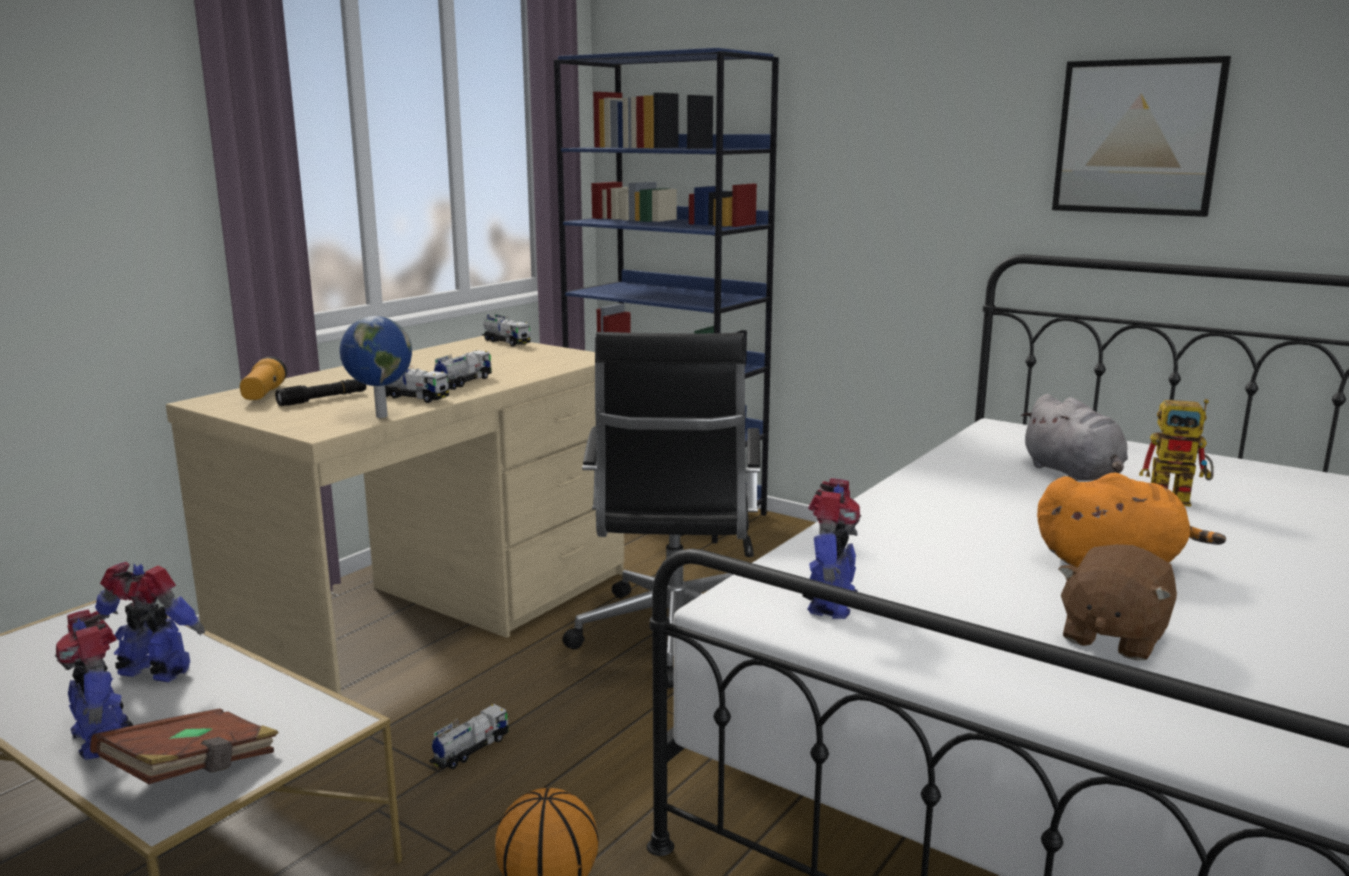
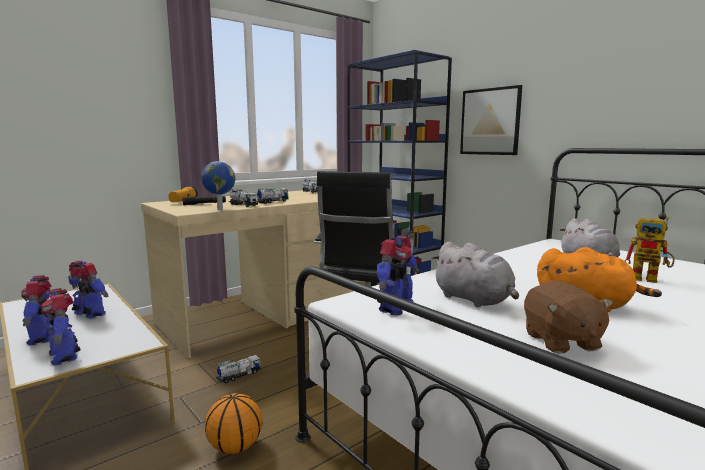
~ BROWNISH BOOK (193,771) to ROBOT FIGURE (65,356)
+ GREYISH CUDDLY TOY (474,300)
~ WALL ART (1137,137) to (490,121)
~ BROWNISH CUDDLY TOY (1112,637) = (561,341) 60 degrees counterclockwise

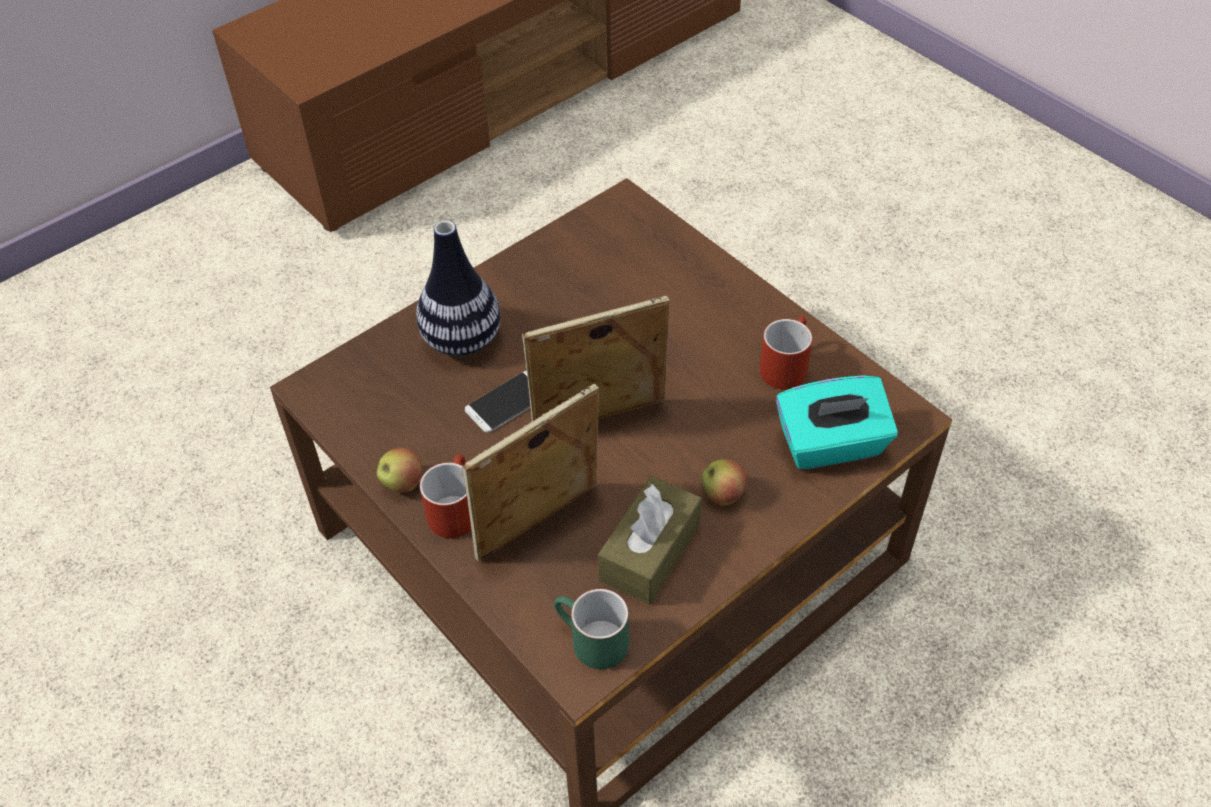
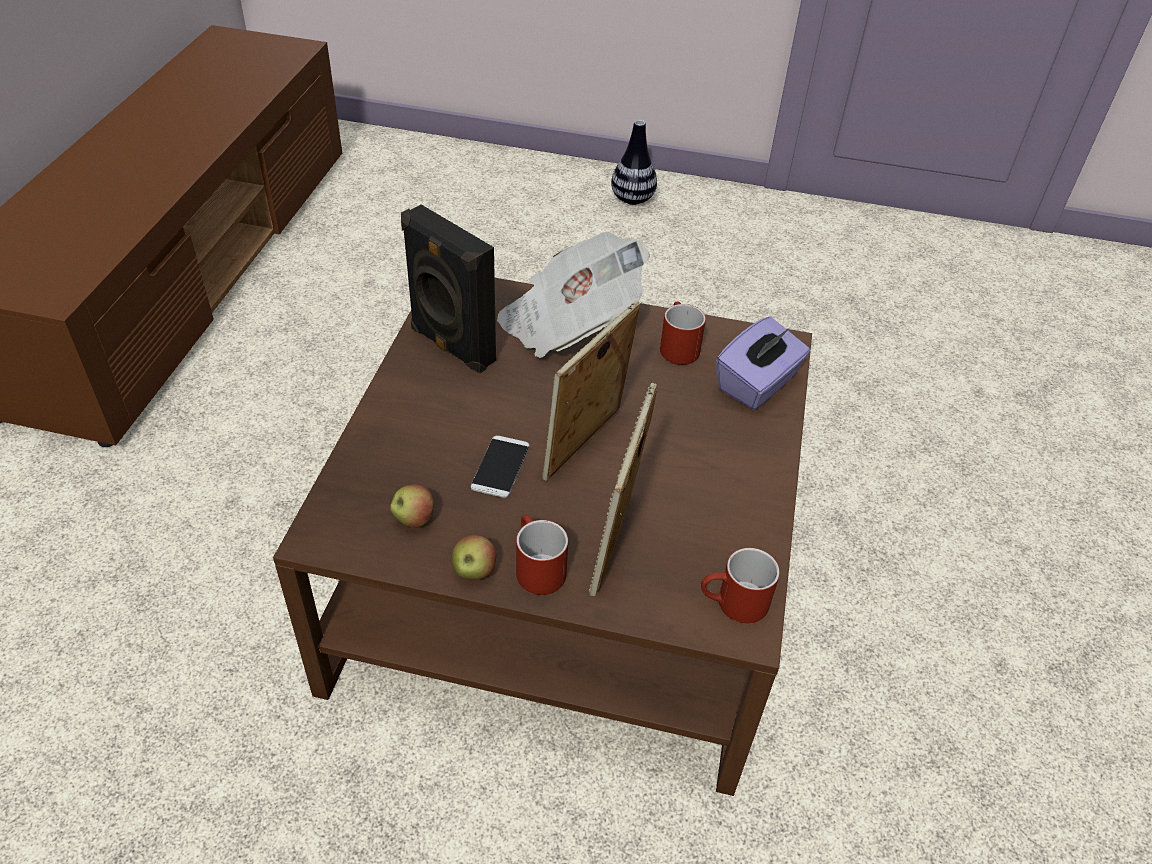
~ APPLE FRUIT (722,495) to (414,519)
+ BLACK AUDIO SPEAKER (450,346)
+ DAILY PAPER (569,323)
~ FLOWER VASE (462,340) to (632,199)
~ GREEN-COLOURED MUG (589,641) to REDDISH MUG (733,605)
~ TURQUOISE-COLOURED TISSUE BOX (831,445) to PURPLISH TISSUE BOX (757,384)
- BROWNISH TISSUE BOX (650,552)

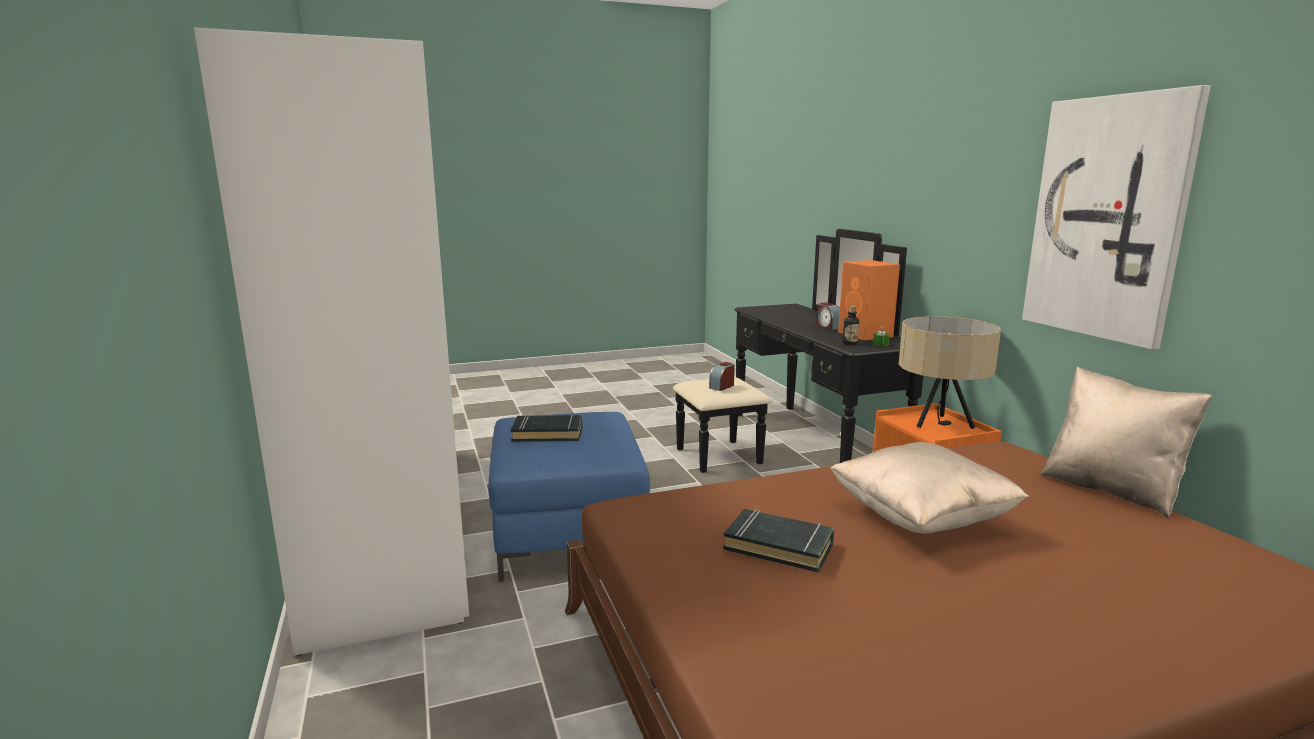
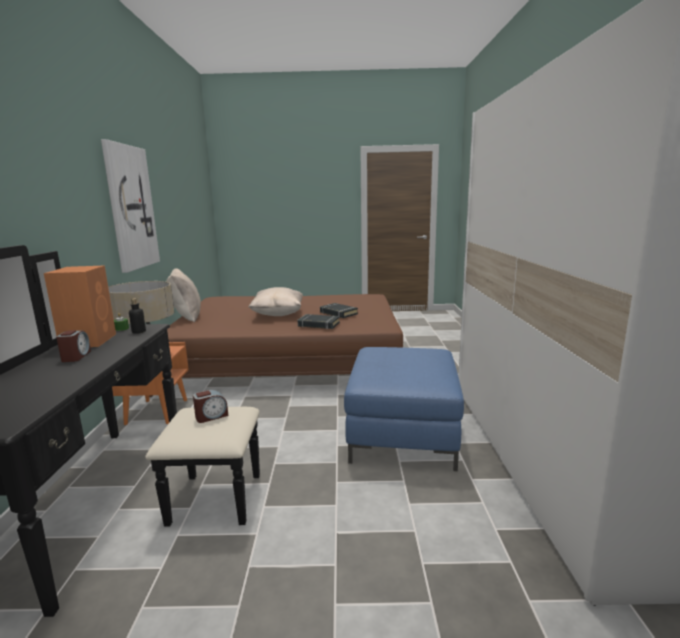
~ BLACK BOOK (548,433) to (318,325)

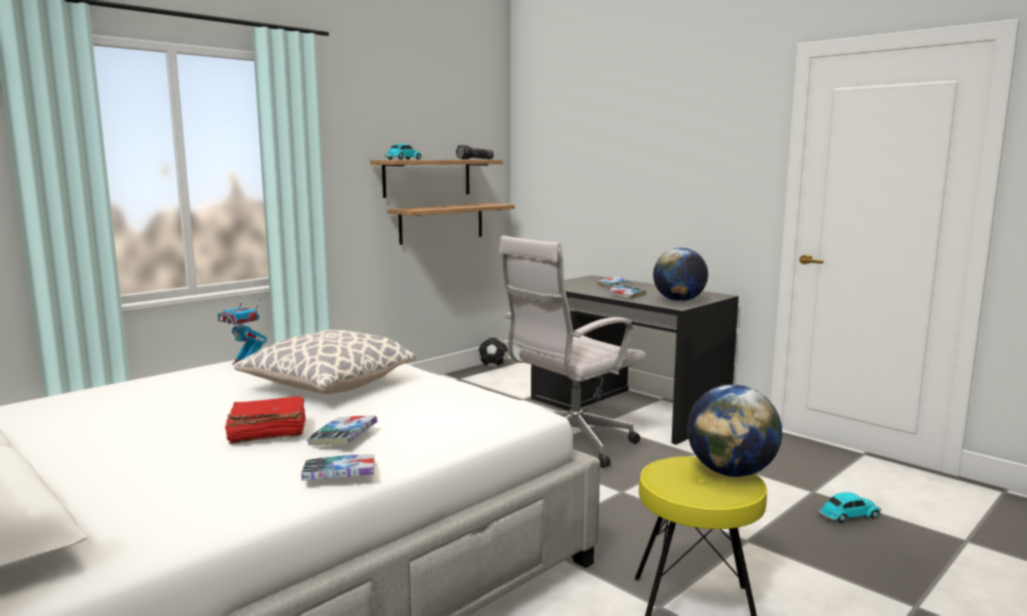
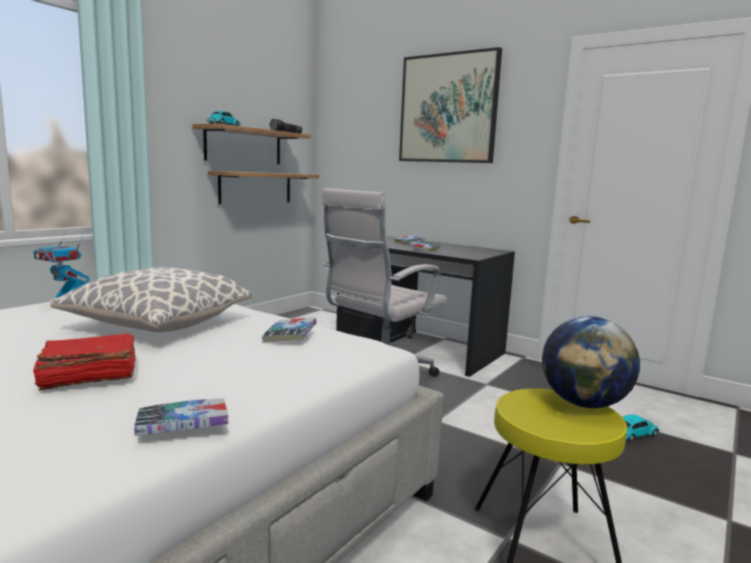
~ BOOK (343,437) to (290,336)
+ WALL ART (448,109)
- BALL FOR FOOTBALL (493,366)
- DESK GLOBE (679,301)

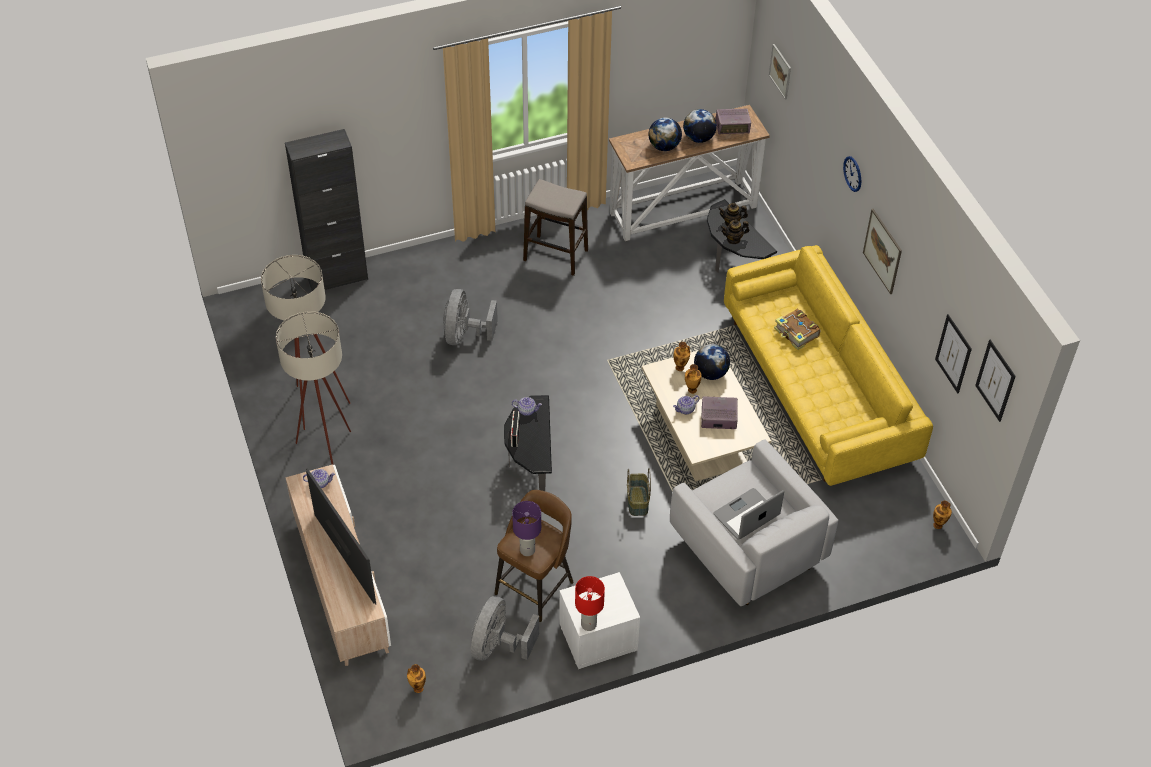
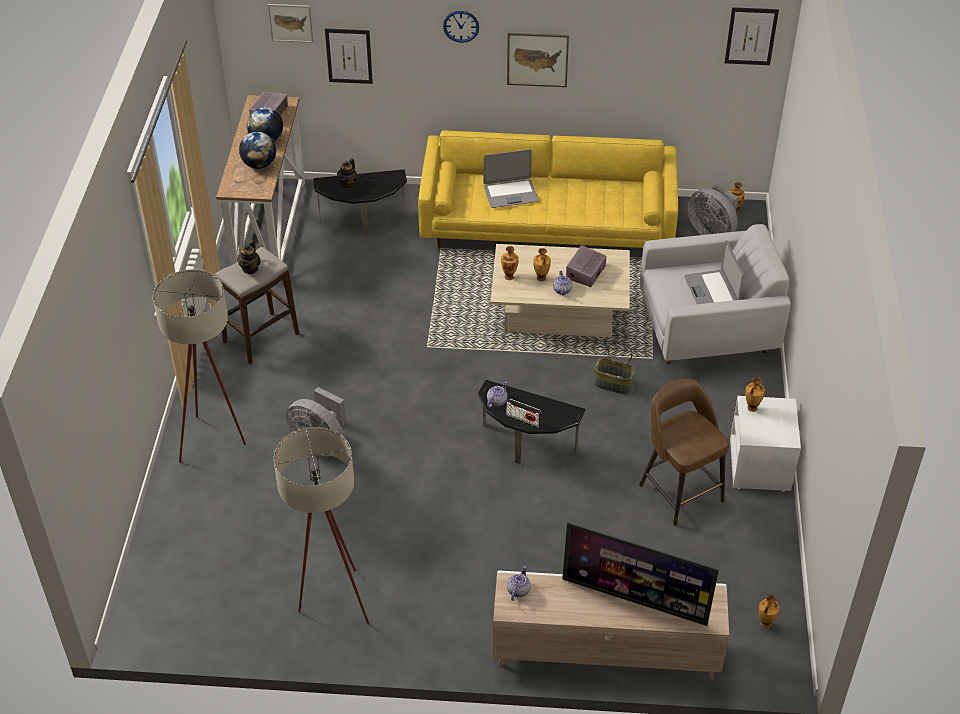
~ BEIGE-COLOURED STANDING LAMP (328,456) to (215,442)
~ TEA POT (733,239) to (250,268)
~ WALL ART (953,353) to (349,56)
~ BOOK (796,333) to PORTABLE COMPUTER (510,193)
~ TV (342,559) = (635,600) 150 degrees counterclockwise
~ GREYISH COOLING FAN (498,646) to (712,232)
+ FLOWER VASE (751,408)
- BLACK CABINET (337,277)
- PURPLISH TABLE LAMP (528,550)
- REDDISH TABLE LAMP (588,624)
- DESK GLOBE (710,373)

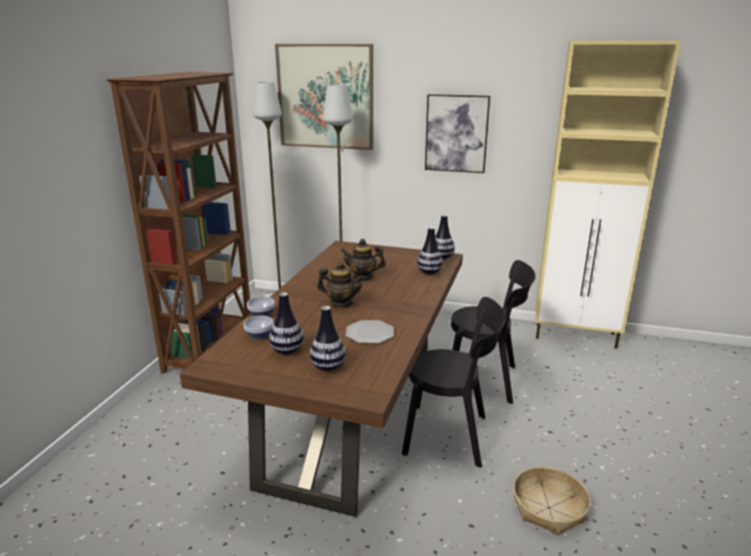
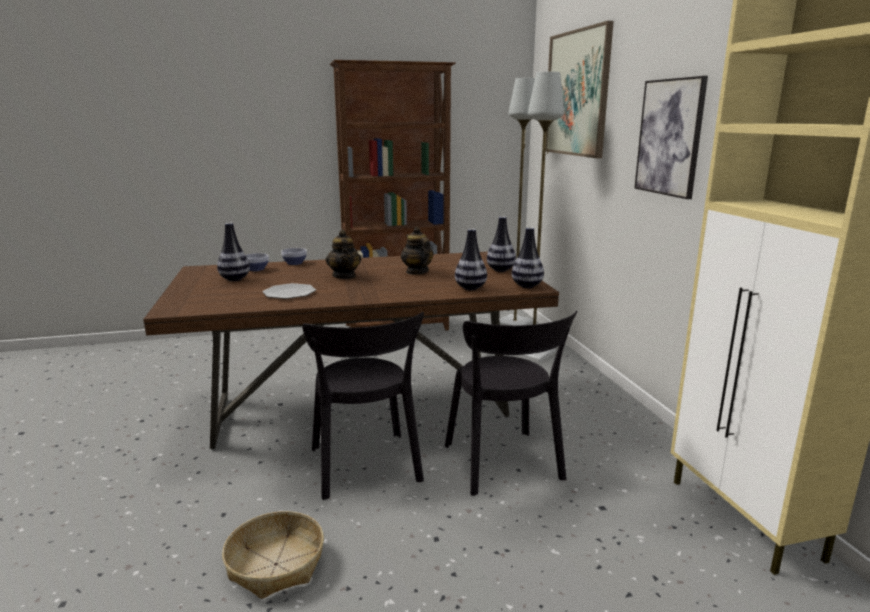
~ FLOWER VASE (328,367) to (500,270)

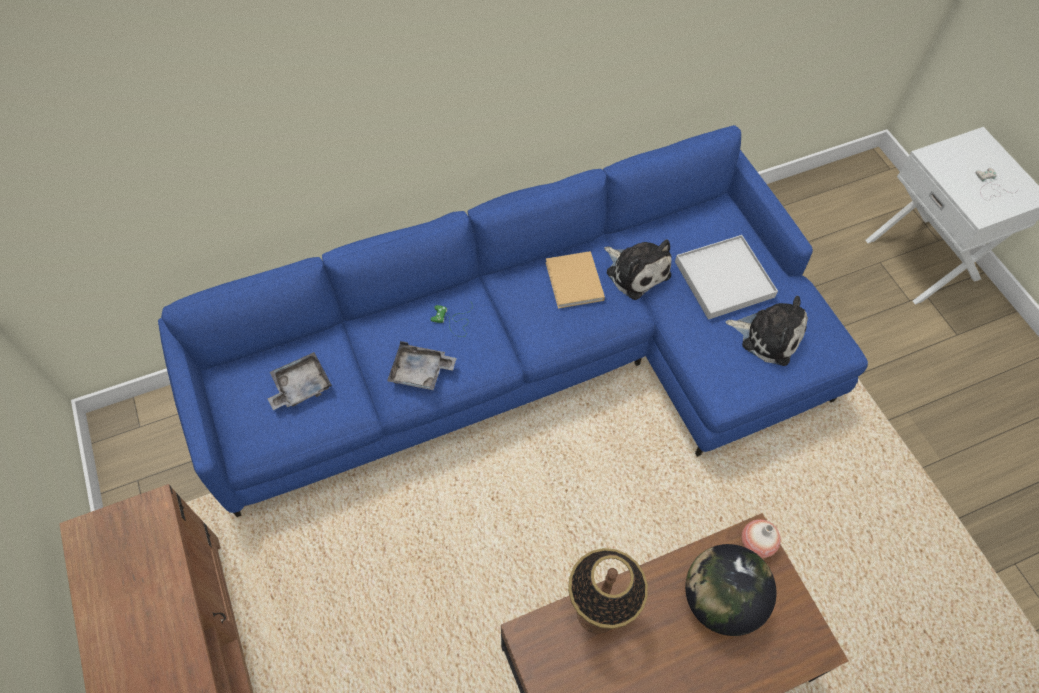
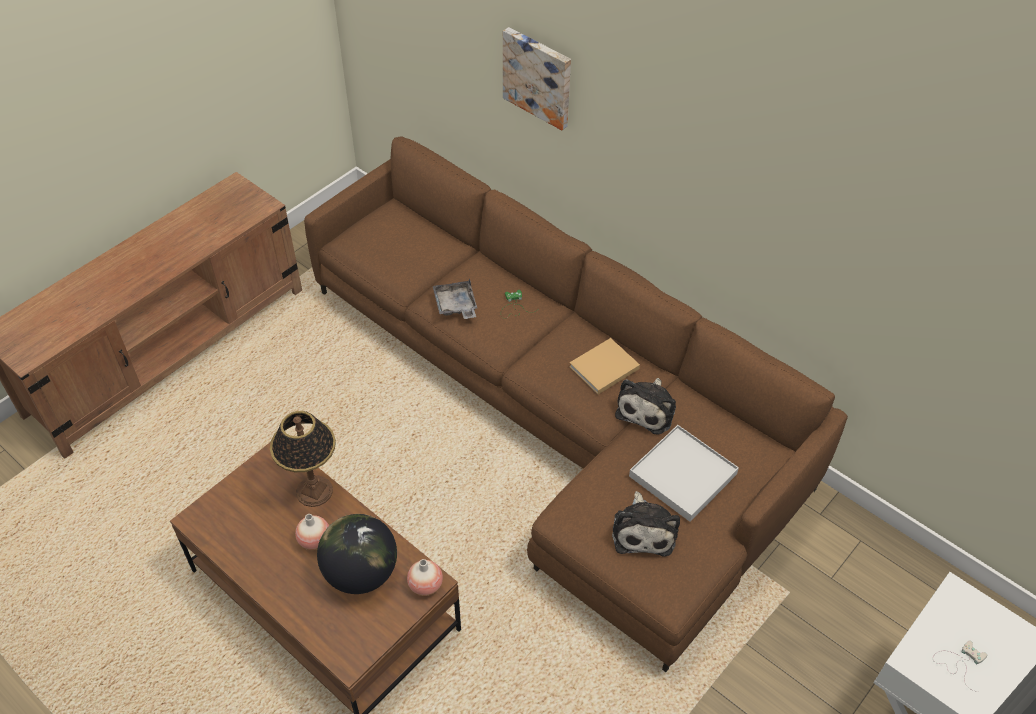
+ FLOWER VASE (314,540)
~ BLUISH SOFA (536,359) to BROWNISH SOFA (560,415)
+ WALL ART (538,77)
- GREYISH CARRYING TRAY (300,386)

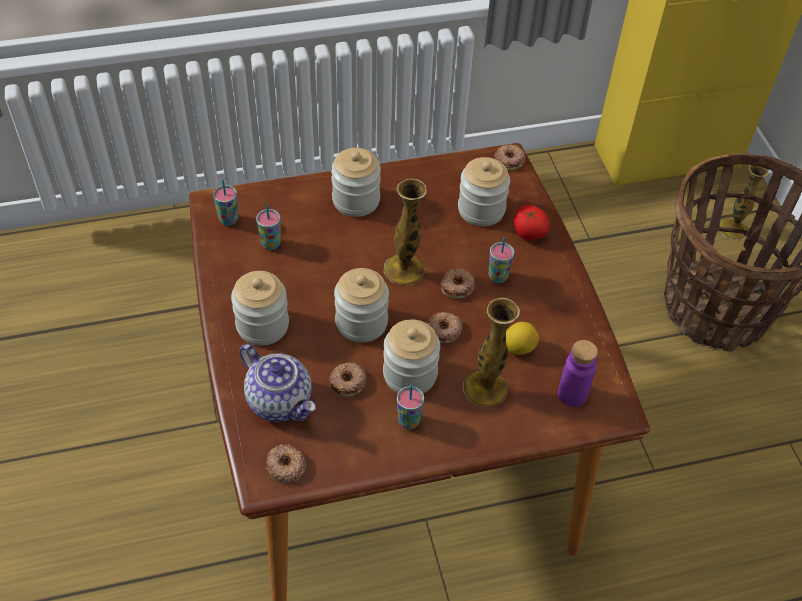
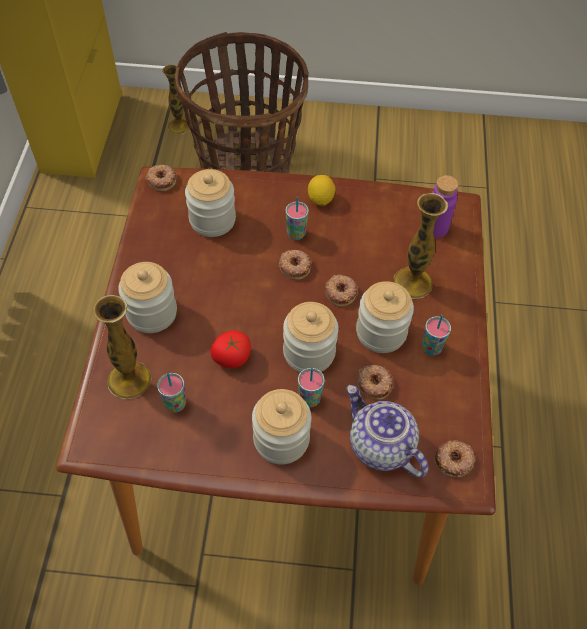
~ FLOWER VASE (403,270) to (129,380)
~ WHOLE TOMATO (528,233) to (231,358)
~ CUP (228,220) to (309,399)
~ LEMON (519,348) to (320,199)
~ TEA POT (281,401) = (379,446) 105 degrees counterclockwise

